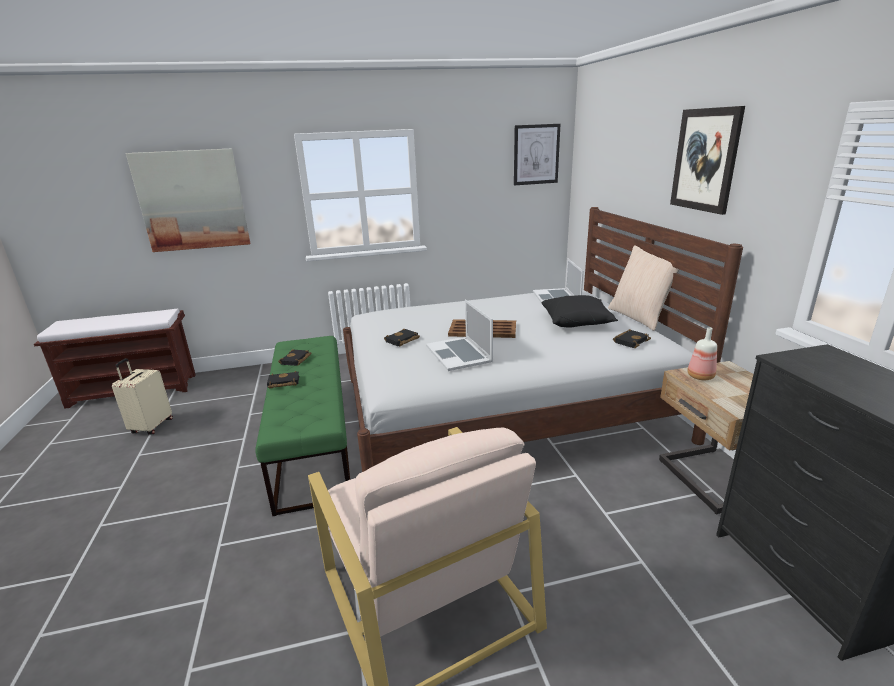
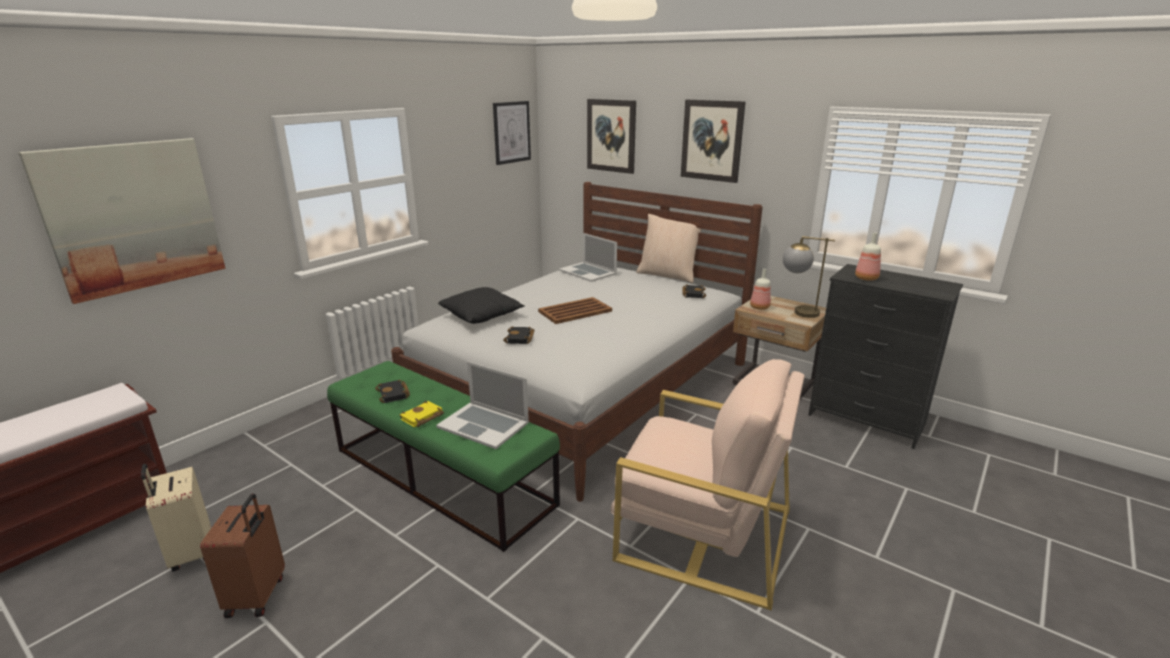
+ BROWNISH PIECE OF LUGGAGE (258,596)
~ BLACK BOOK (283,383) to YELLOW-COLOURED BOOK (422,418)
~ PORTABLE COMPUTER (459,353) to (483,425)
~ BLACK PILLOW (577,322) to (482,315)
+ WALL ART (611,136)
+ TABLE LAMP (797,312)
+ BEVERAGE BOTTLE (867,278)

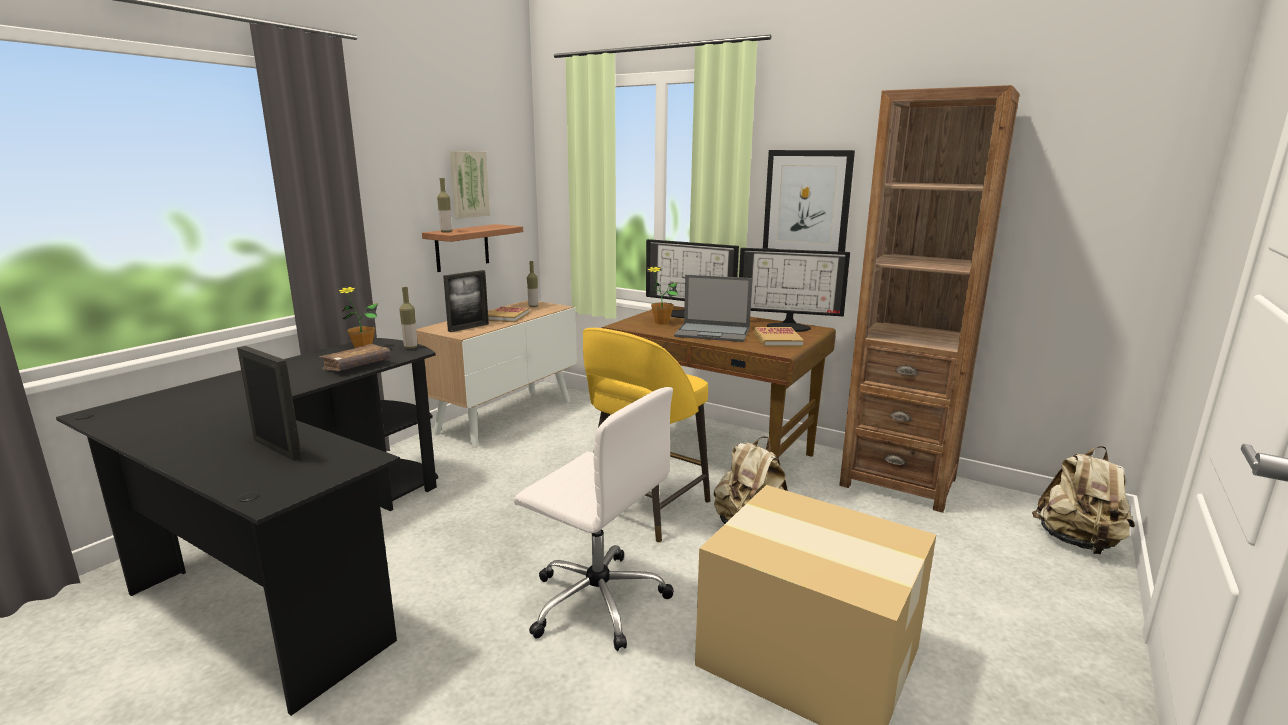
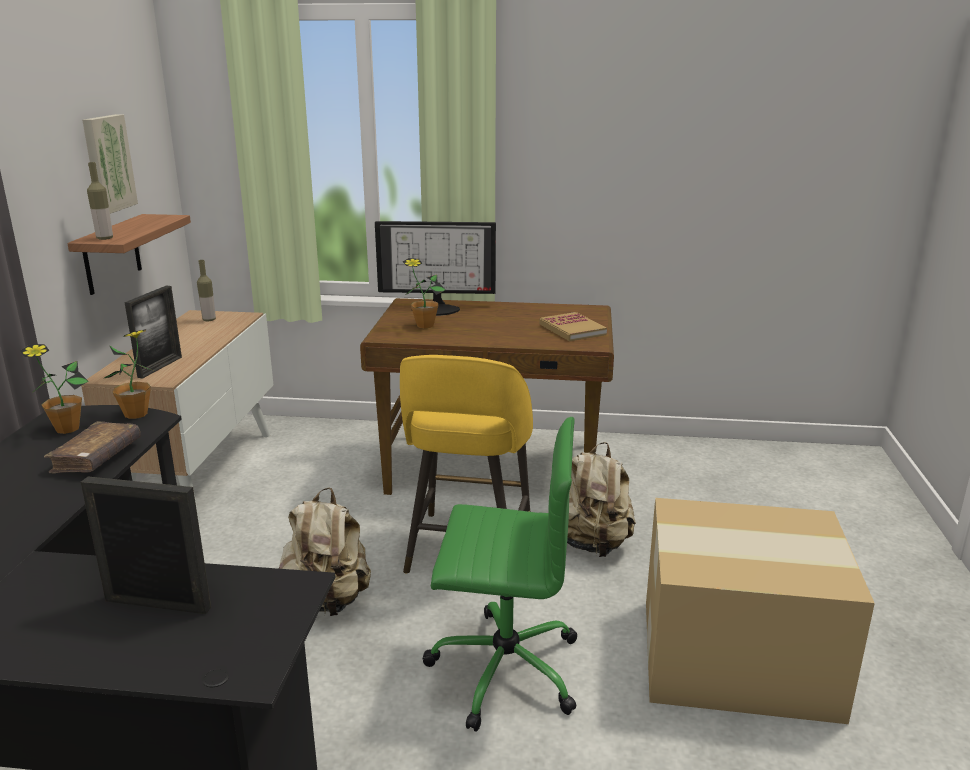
~ BEVERAGE BOTTLE (411,347) to POTTED PLANT (136,414)
~ BEIGE-COLOURED BACKPACK (1077,542) to (328,600)
~ WHITISH COMPUTER CHAIR (596,600) to GREEN-COLOURED COMPUTER CHAIR (502,668)
- BOOK (507,316)
- PORTABLE COMPUTER (713,332)
- COMPUTER DISPLAY (789,326)
- WALL ART (807,204)
- BROWNISH BOOKCASE (898,481)

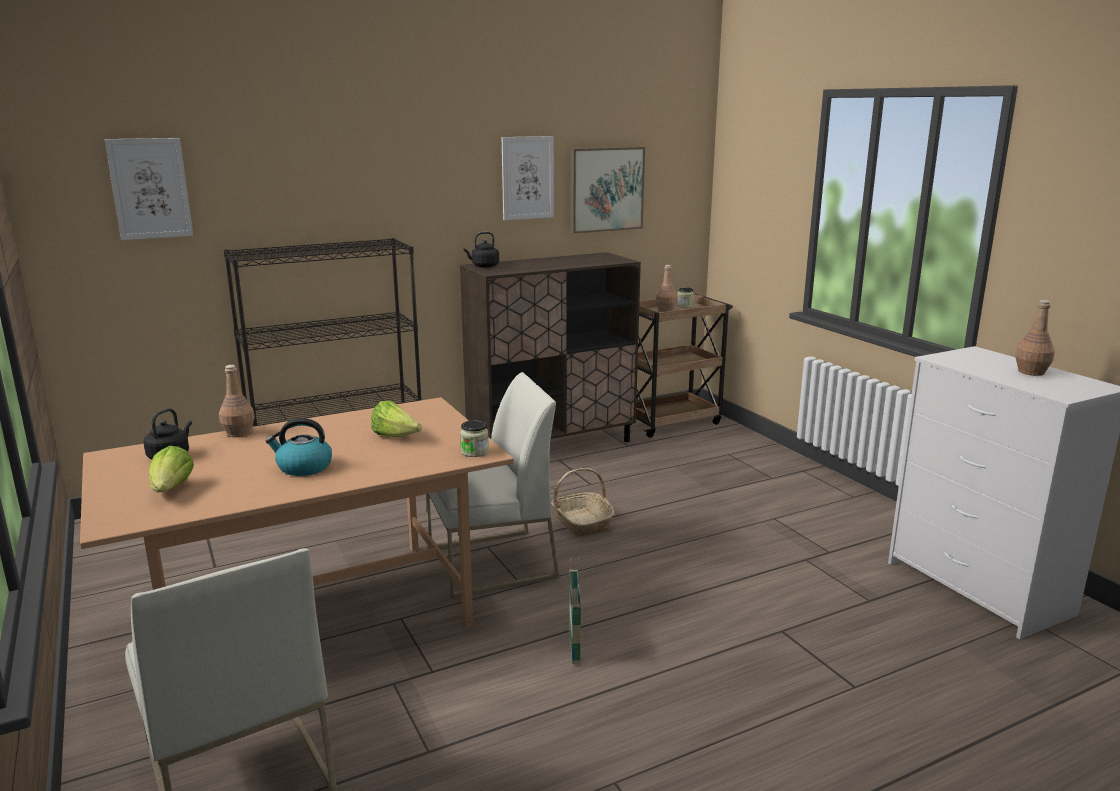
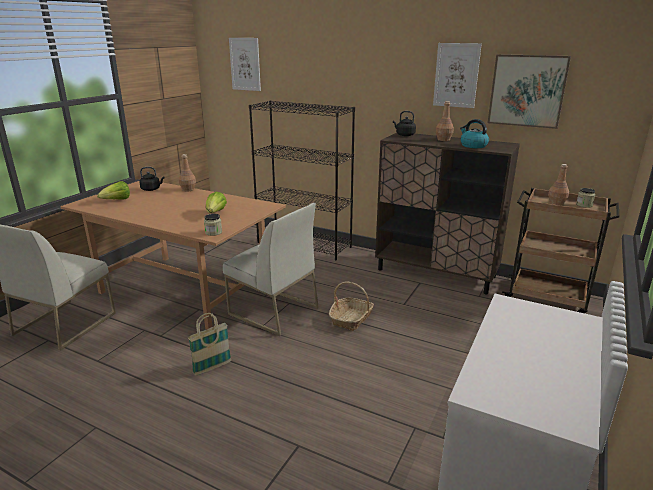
~ BROWNISH BEVERAGE BOTTLE (1031,372) to (444,139)
~ KETTLE (303,467) to (473,146)

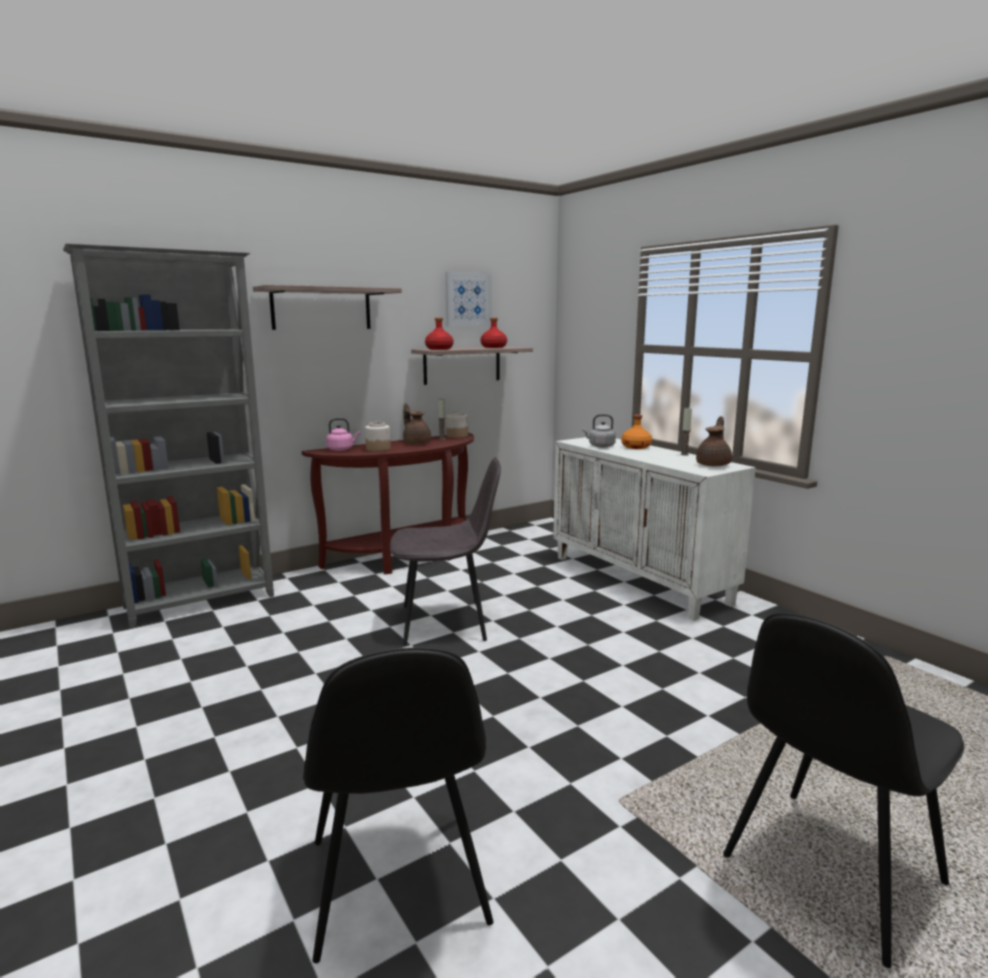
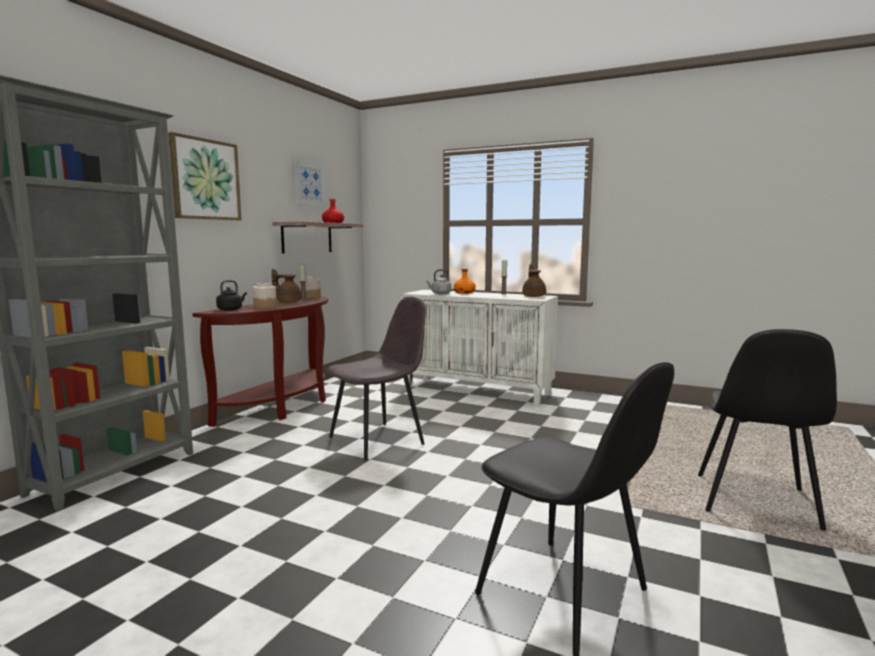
~ BRACKET SHELF (321,308) to WALL ART (205,179)
~ PINK KETTLE (341,449) to BLACK KETTLE (231,309)
- REDDISH BEVERAGE BOTTLE (439,349)

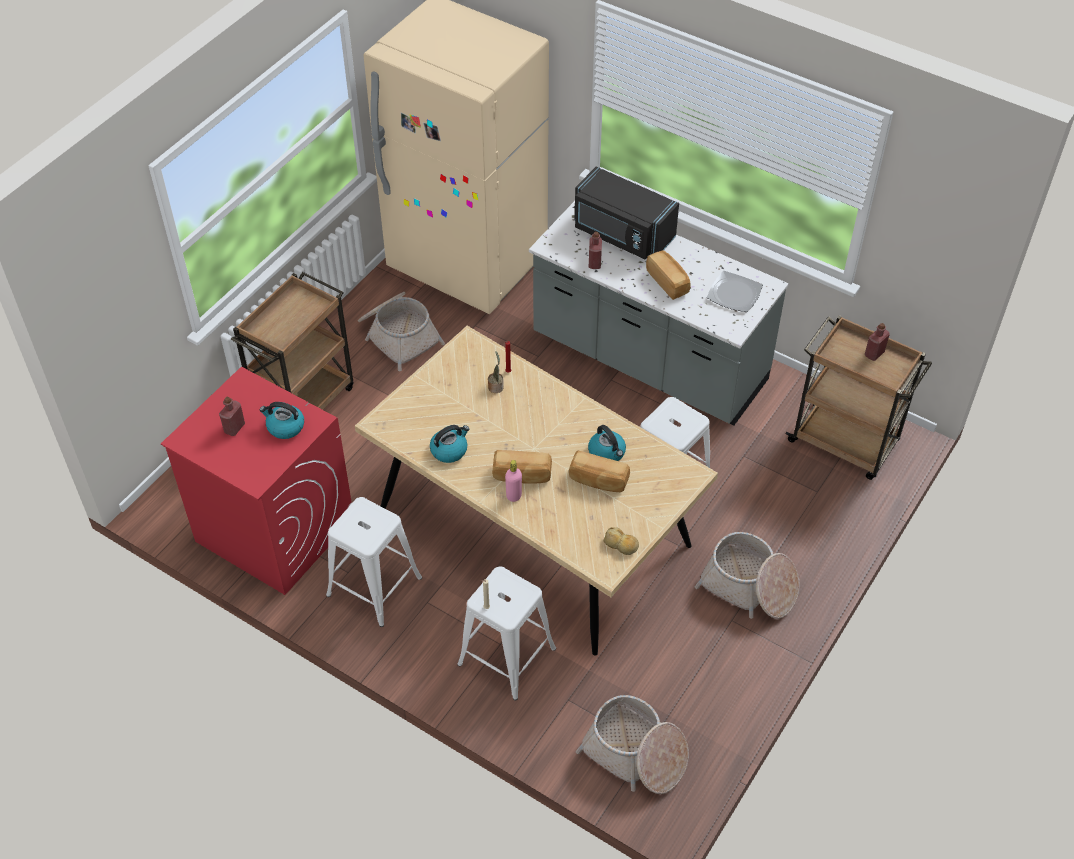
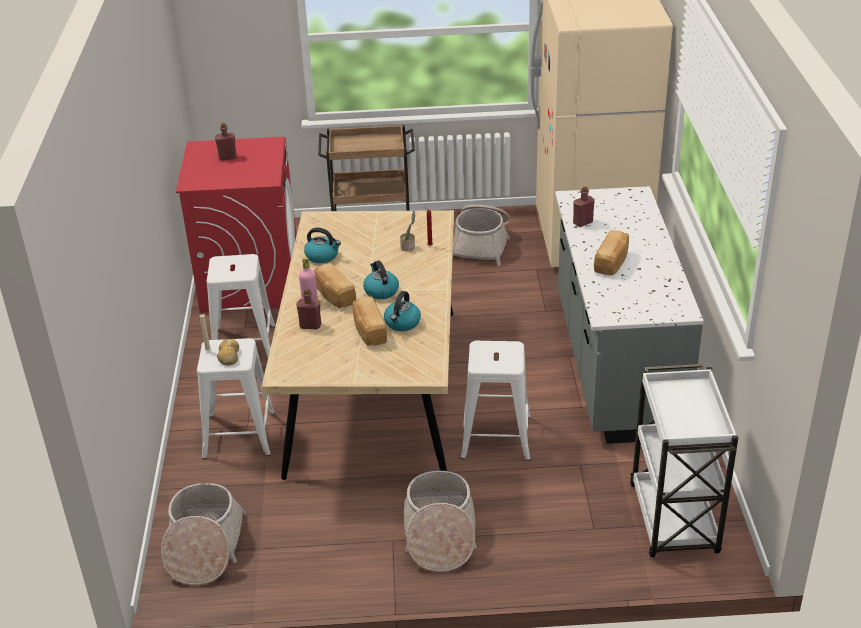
~ BAKERY BREAD (621,545) to (229,356)
~ REDDISH BEVERAGE BOTTLE (874,354) to (310,326)
~ KETTLE (285,427) to (381,291)
~ BROWNISH TROLLEY (845,442) to WHITISH TROLLEY (674,520)
- BLACK MICROWAVE (621,234)
- FLAT DISH (734,293)

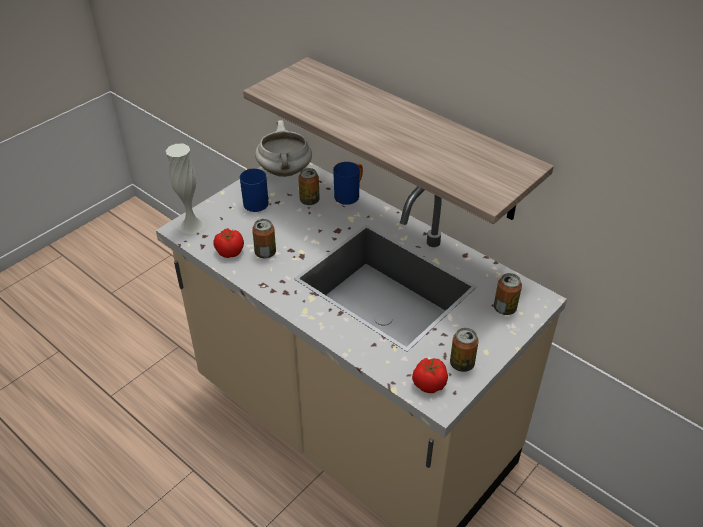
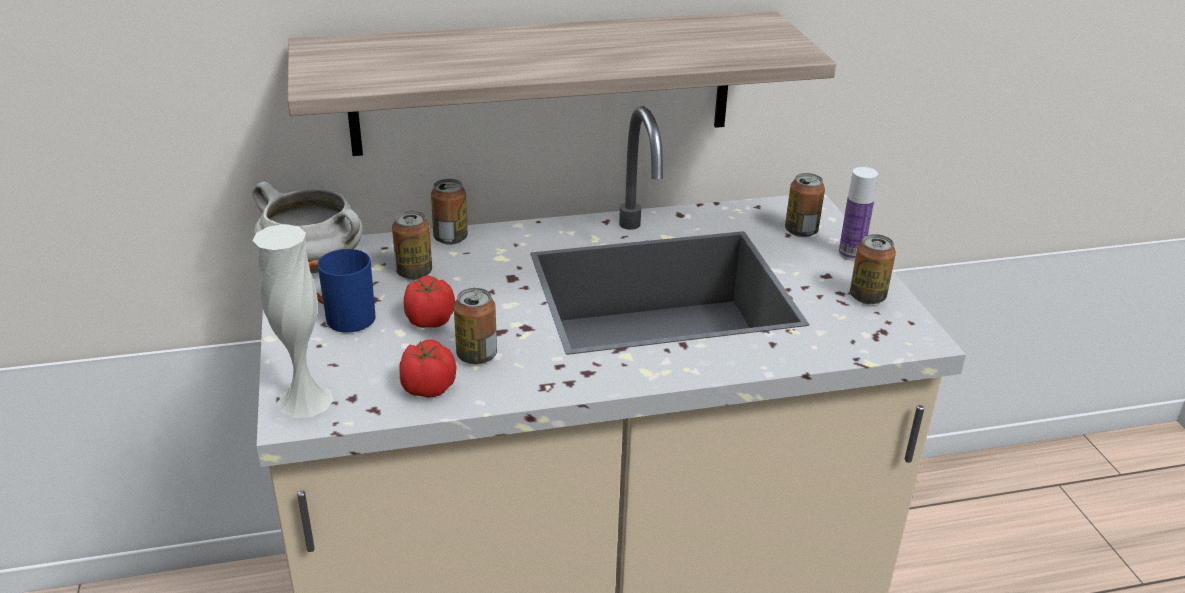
~ WHOLE TOMATO (428,384) to (429,320)
~ BLUISH MUG (350,194) to CAN (450,238)
+ BEVERAGE BOTTLE (851,254)

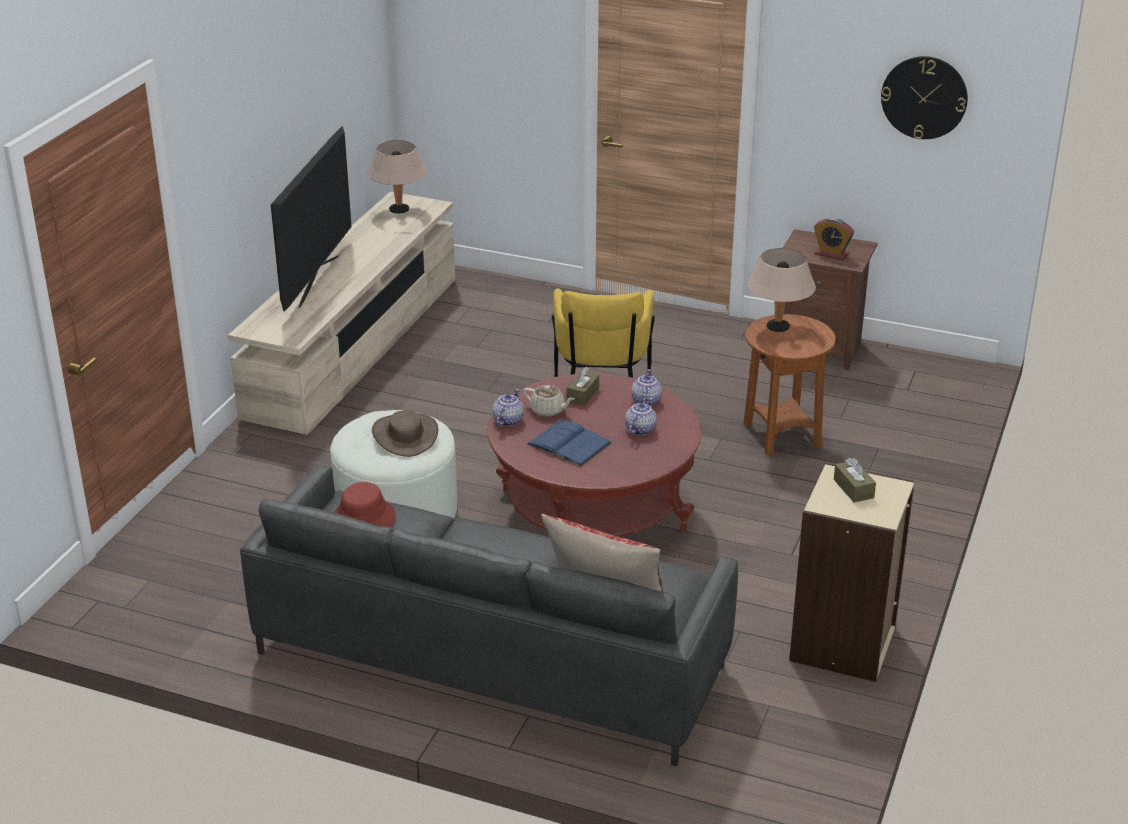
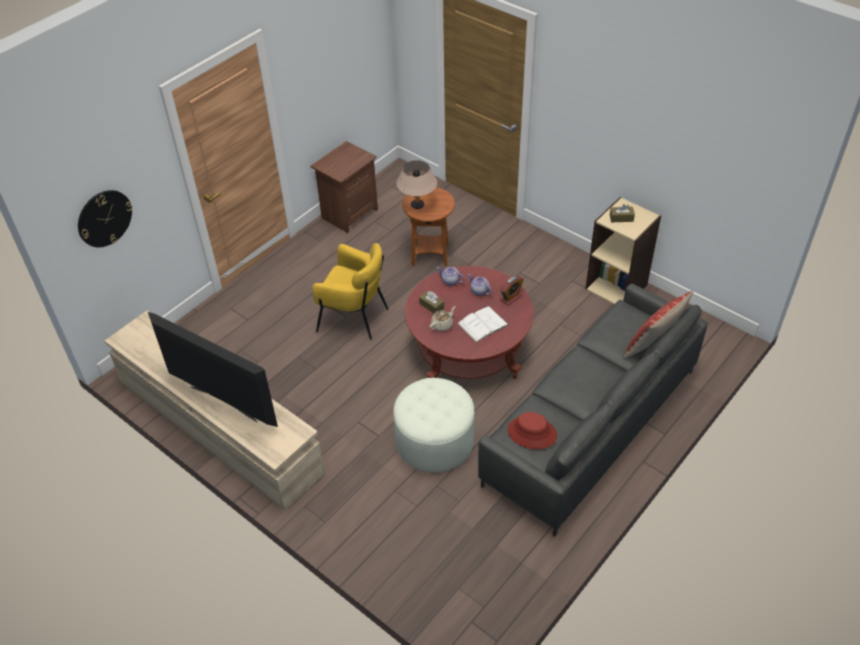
~ HANGING CLOCK (924,97) to (104,218)
~ BLUISH BOOK (569,444) to WHITISH BOOK (482,324)
~ TABLE CLOCK (831,254) to (511,297)
- BEIGE-COLOURED TABLE LAMP (399,210)
- BROWNISH CLOTHING HAT (405,435)
- TEA POT (507,420)

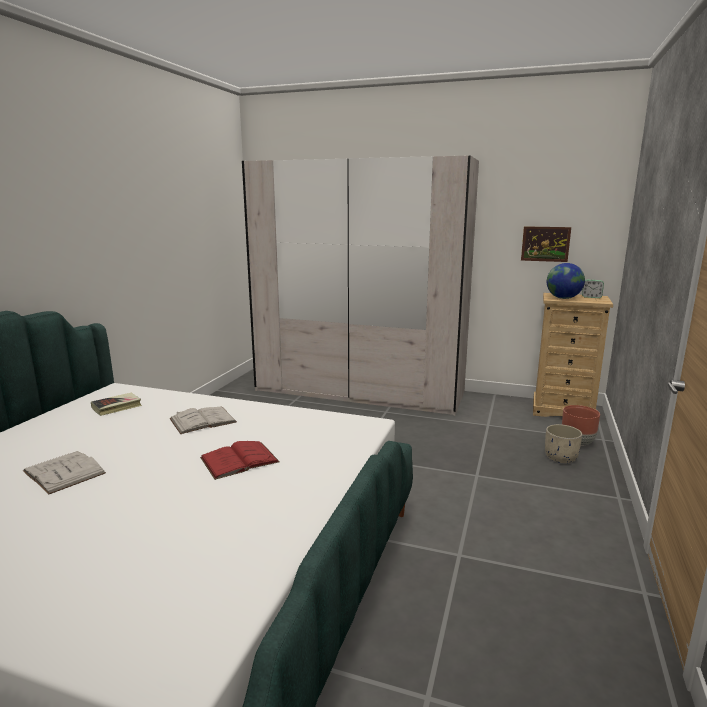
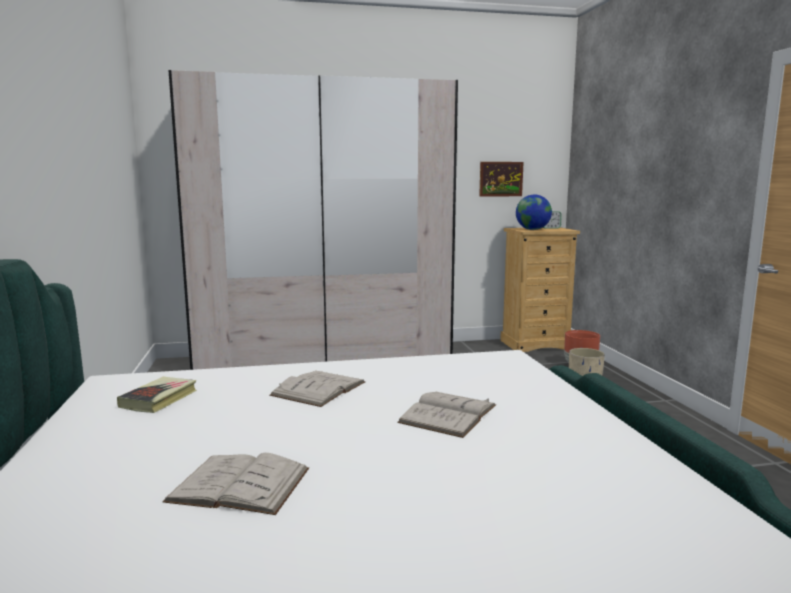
~ REDDISH BOOK (239,460) to WHITISH BOOK (448,413)

